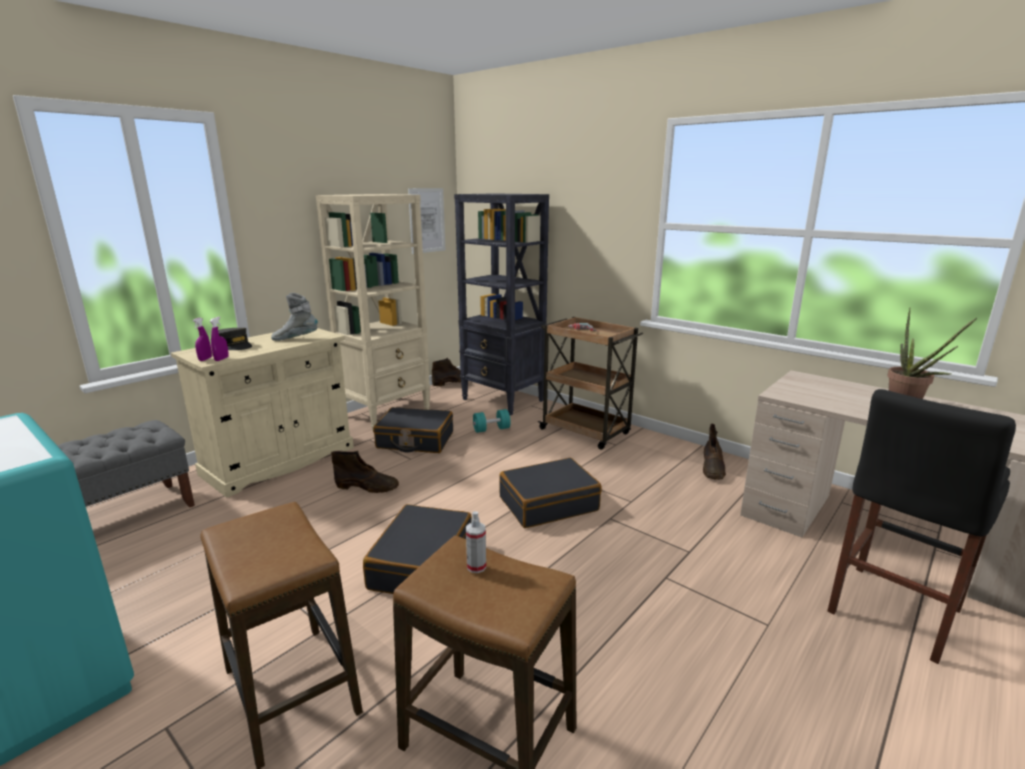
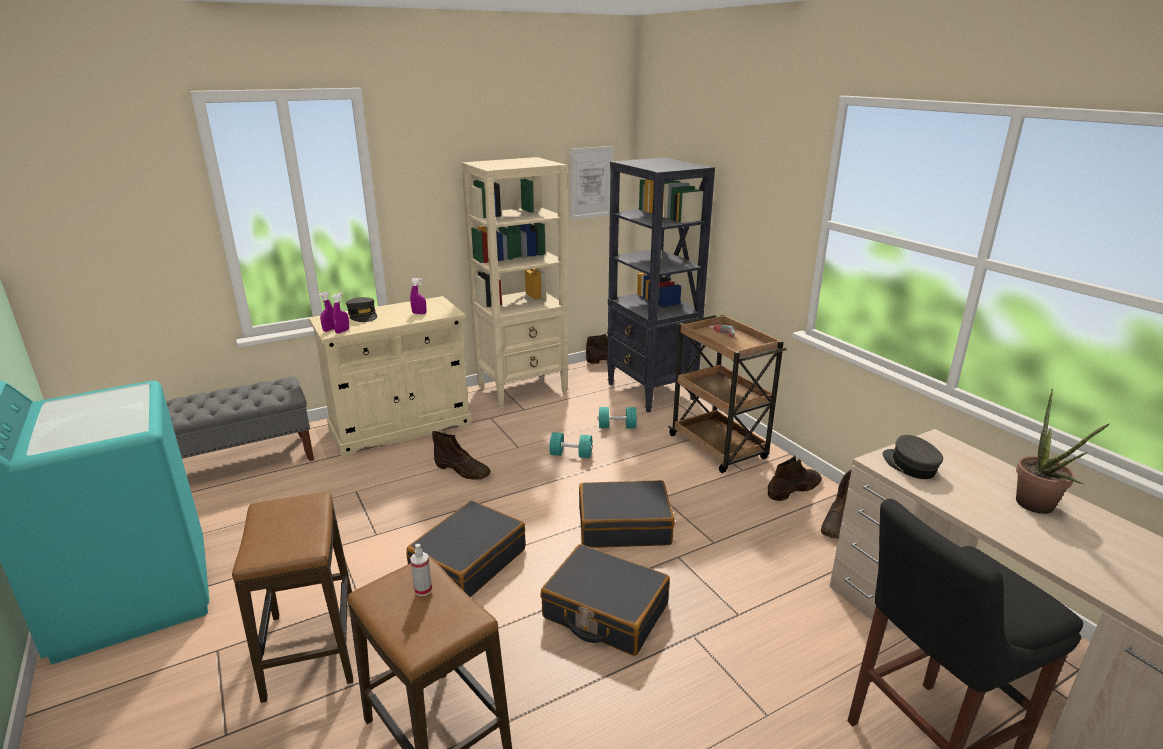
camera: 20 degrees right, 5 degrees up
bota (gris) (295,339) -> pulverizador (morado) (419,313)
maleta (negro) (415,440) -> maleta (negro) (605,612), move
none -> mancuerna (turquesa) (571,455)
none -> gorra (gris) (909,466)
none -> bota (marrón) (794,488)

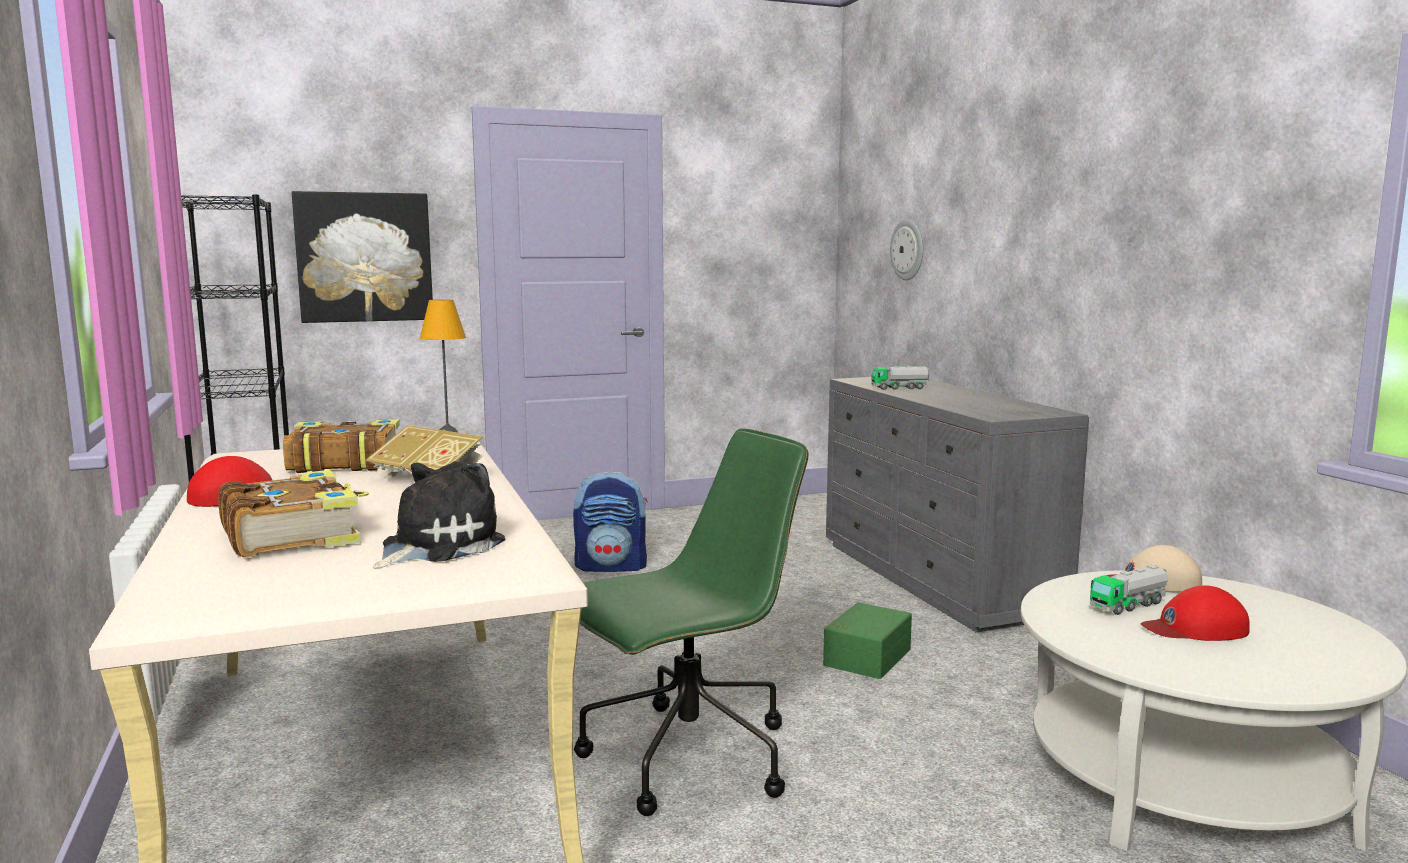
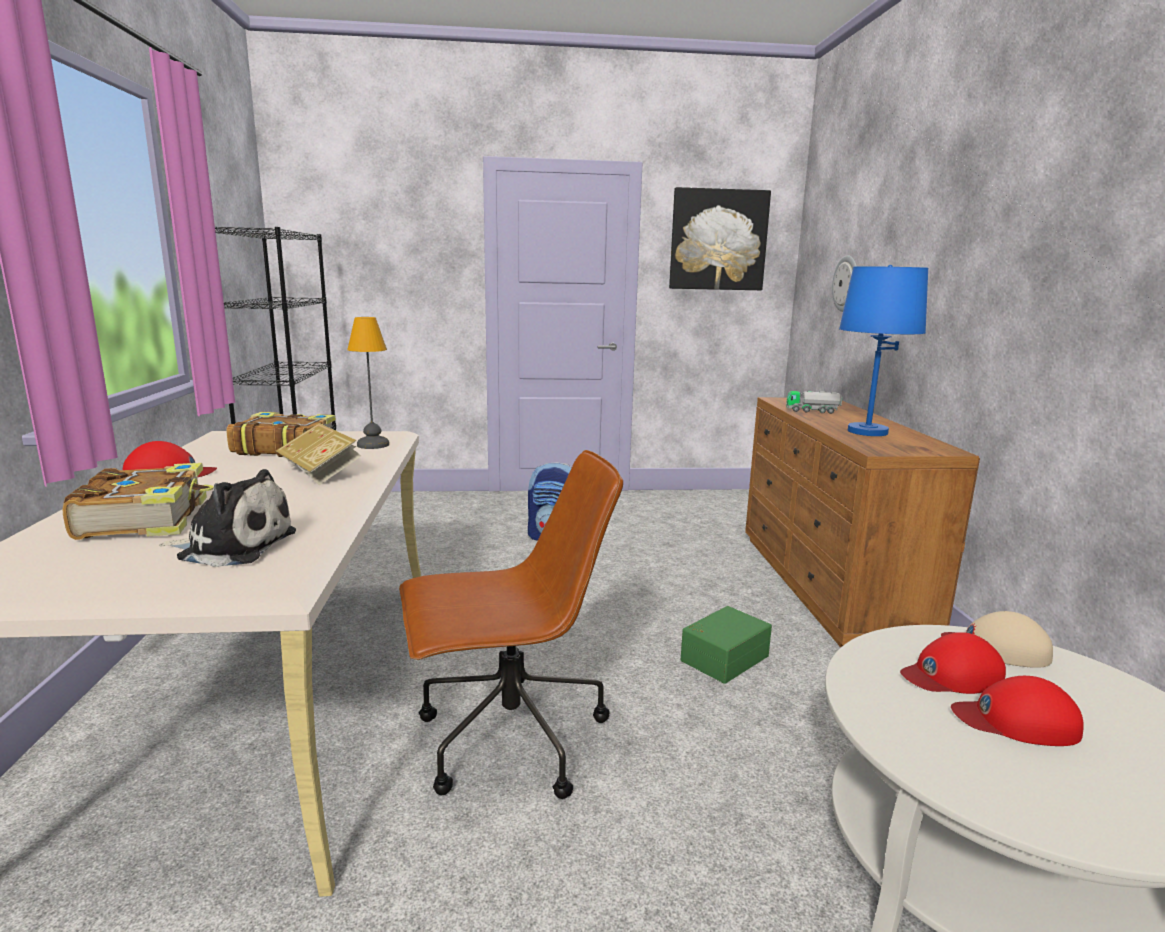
camera: 15 degrees right, 5 degrees up
cuadro (364,257) -> cuadro (718,240), move
cómoda (gris) (936,578) -> cómoda (marrón) (828,585)
silla de oficina (verde) (686,759) -> silla de oficina (marrón) (508,740)
peluche (436,546) -> peluche (233,546), 45 degrees clockwise
camión de juguete (1128,605) -> gorra (rojo) (951,675)
none -> lámpara de mesa (azul) (868,432)

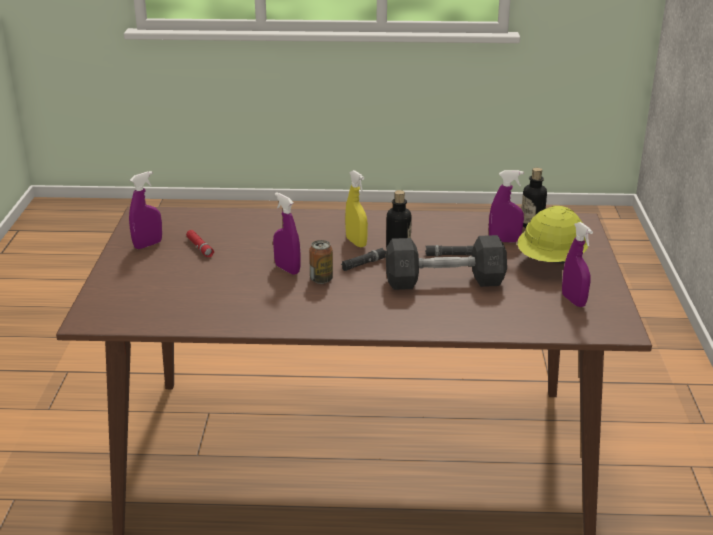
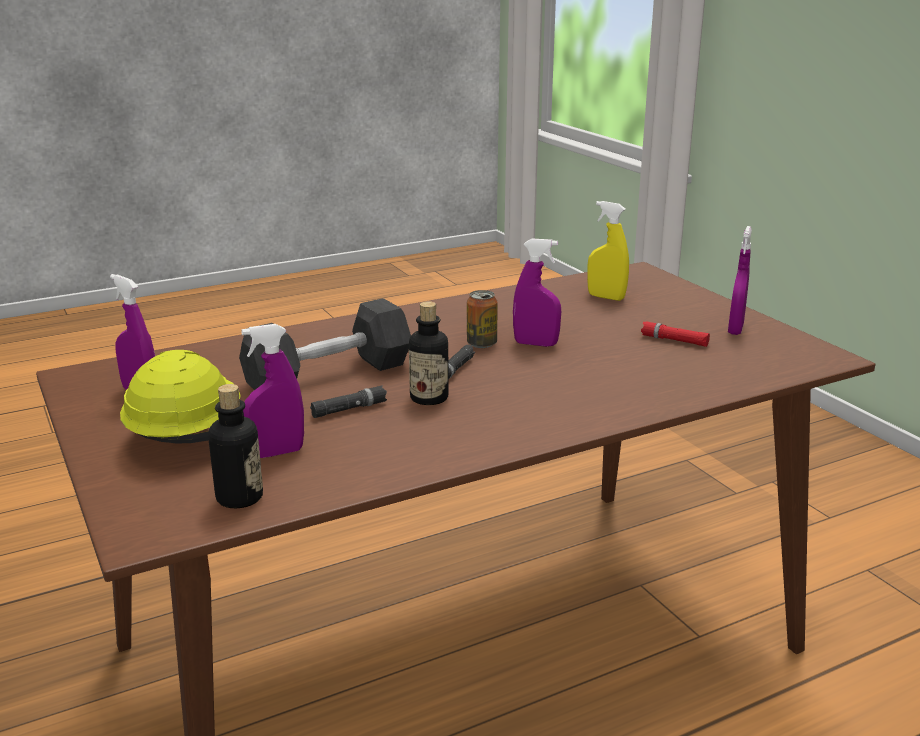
camera: 150 degrees right, 5 degrees down
pulverizador (amarillo) (356,242) -> pulverizador (amarillo) (606,297), move

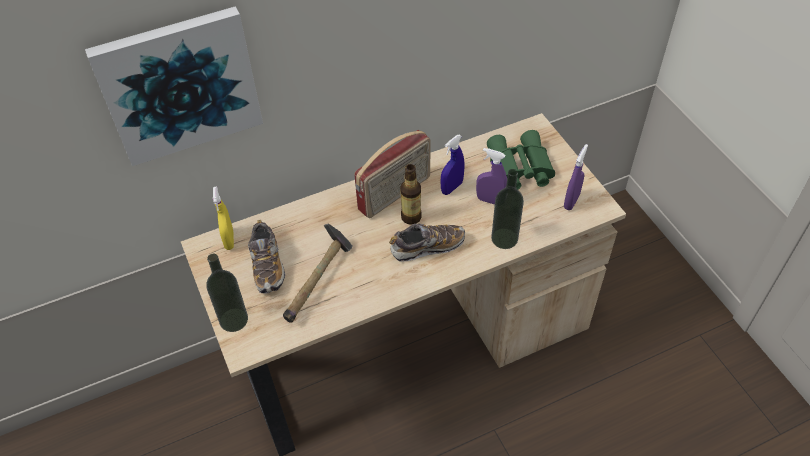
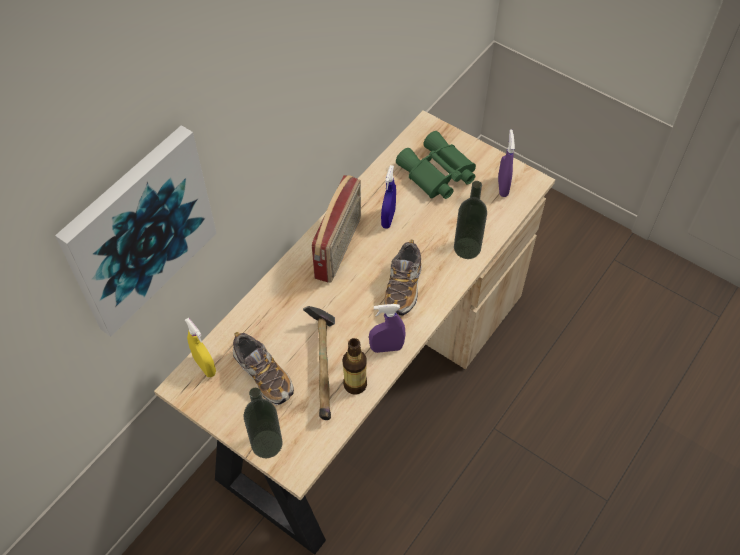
camera: 30 degrees left, 5 degrees up
pulverizador (morado) (490,200) -> pulverizador (morado) (386,348), move
botella (411,217) -> botella (355,384), move
zapato (427,247) -> zapato (403,287), 150 degrees clockwise

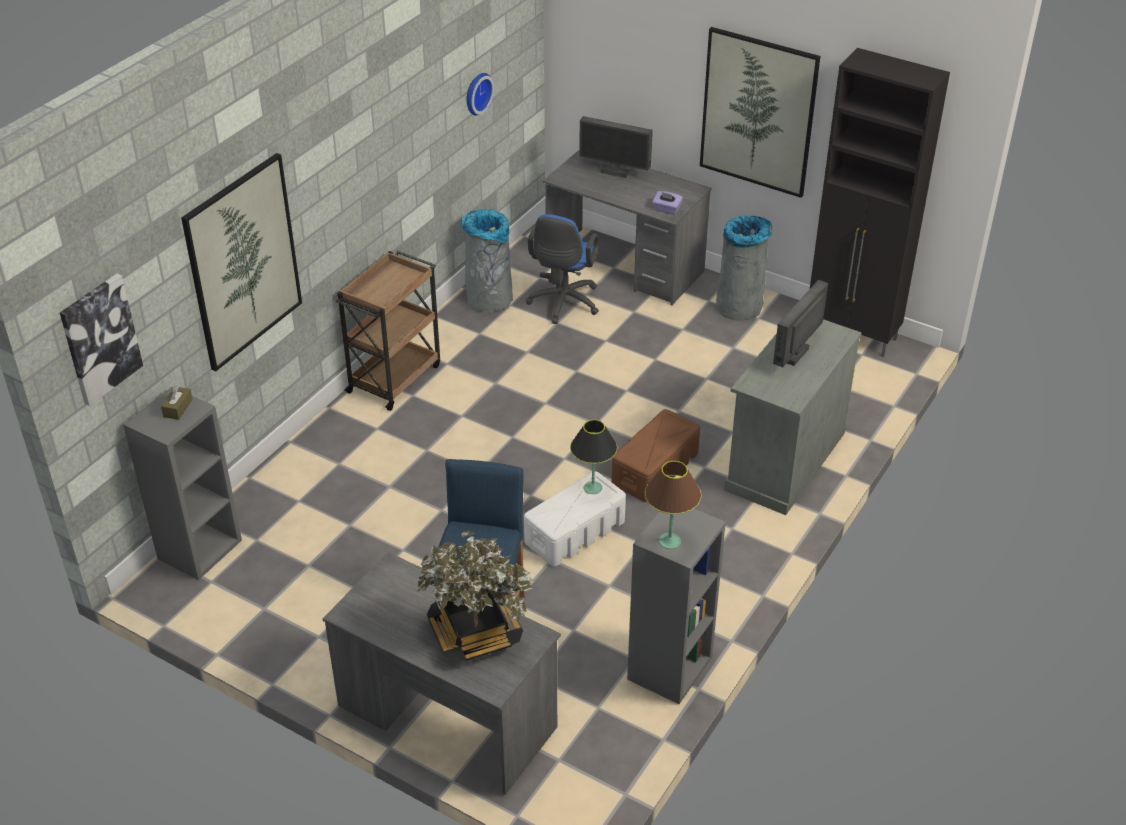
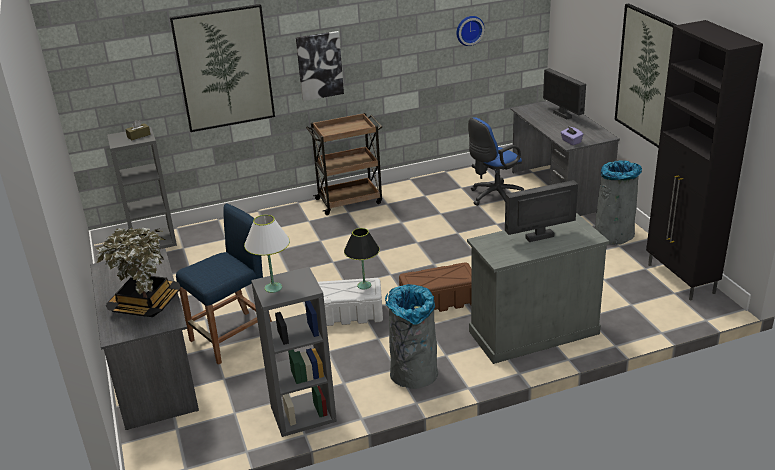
camera: 40 degrees right, 10 degrees down
papelera (gris) (488,299) -> papelera (gris) (413,374), move
cuadro (100,338) -> cuadro (319,65), move
lámpara de mesa (marrón) (670,541) -> lámpara de mesa (blanco) (273,288)

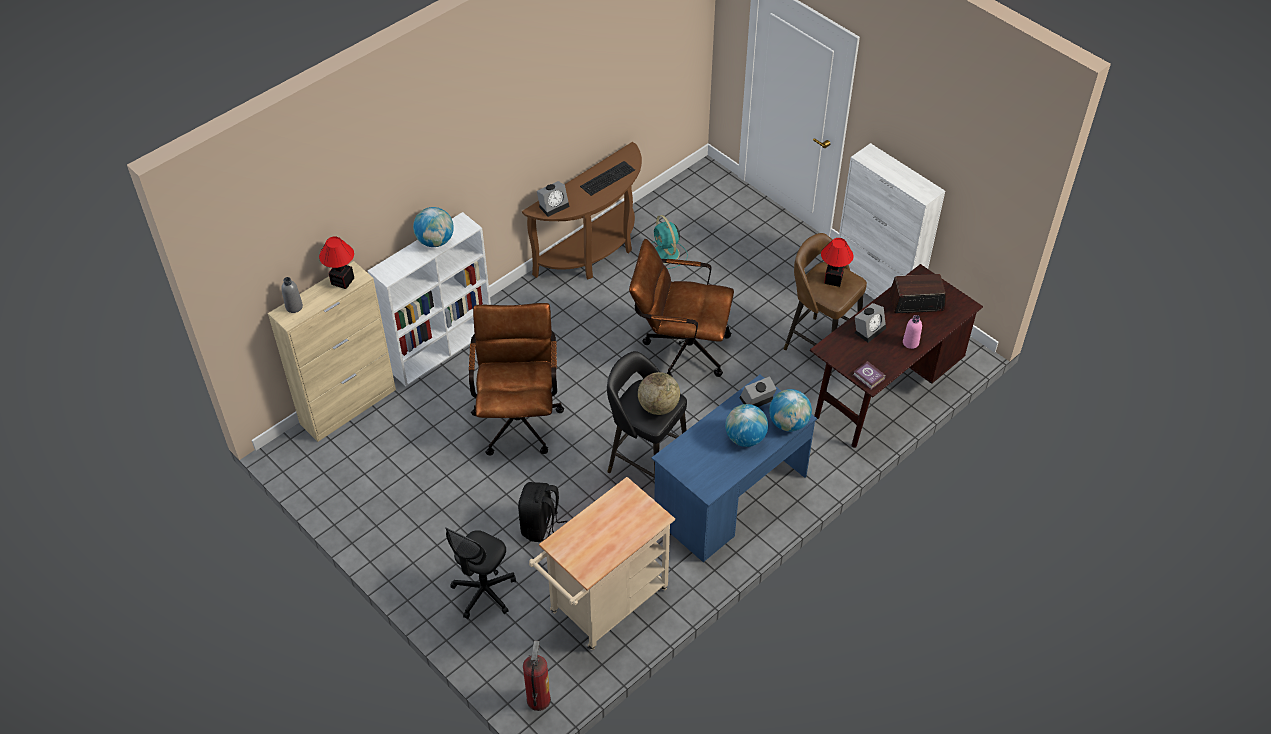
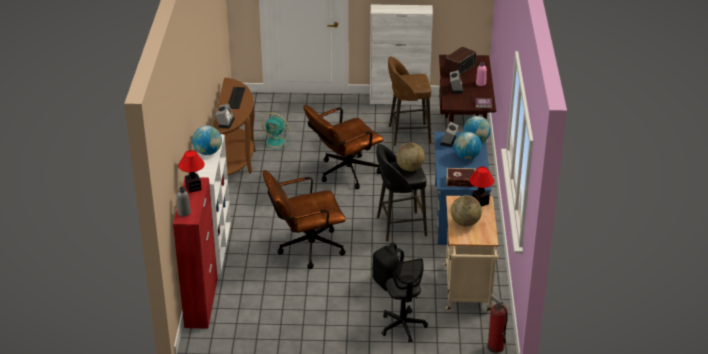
camera: 45 degrees left, 15 degrees down
lámpara de mesa (833,279) -> lámpara de mesa (480,202), move
armario (beis) (349,406) -> armario (rojo) (201,302)
silla de oficina (marrón) (518,416) -> silla de oficina (marrón) (305,248), 60 degrees counterclockwise
none -> libro (460,181)
none -> globo terráqueo (465,223)

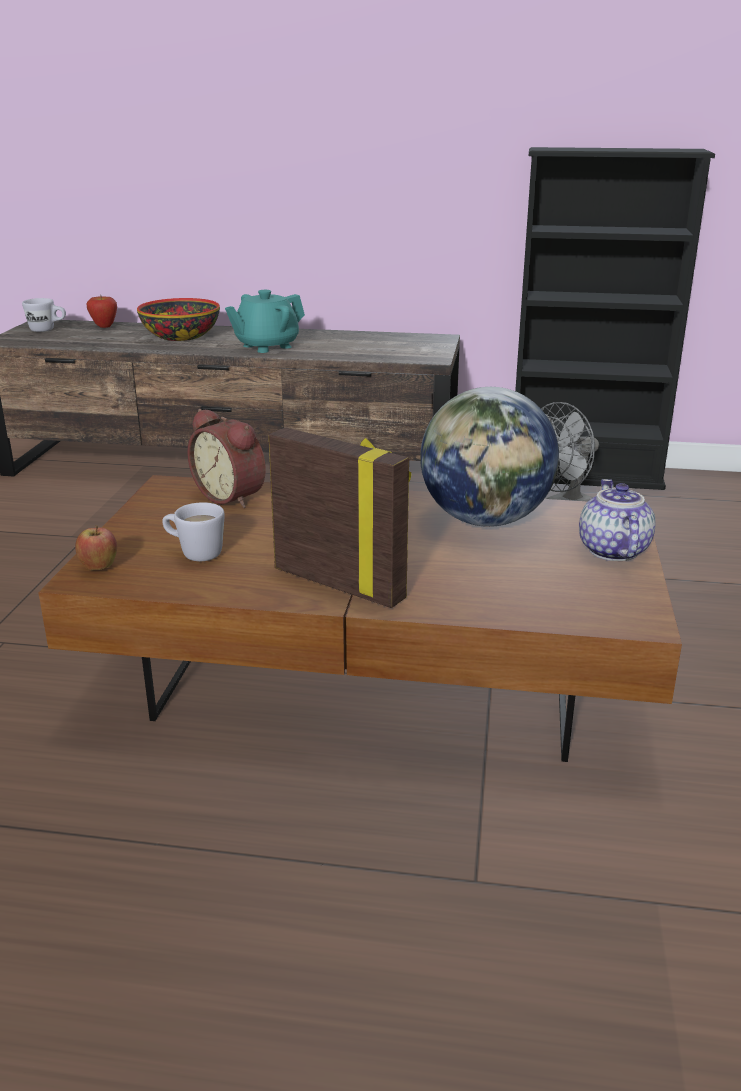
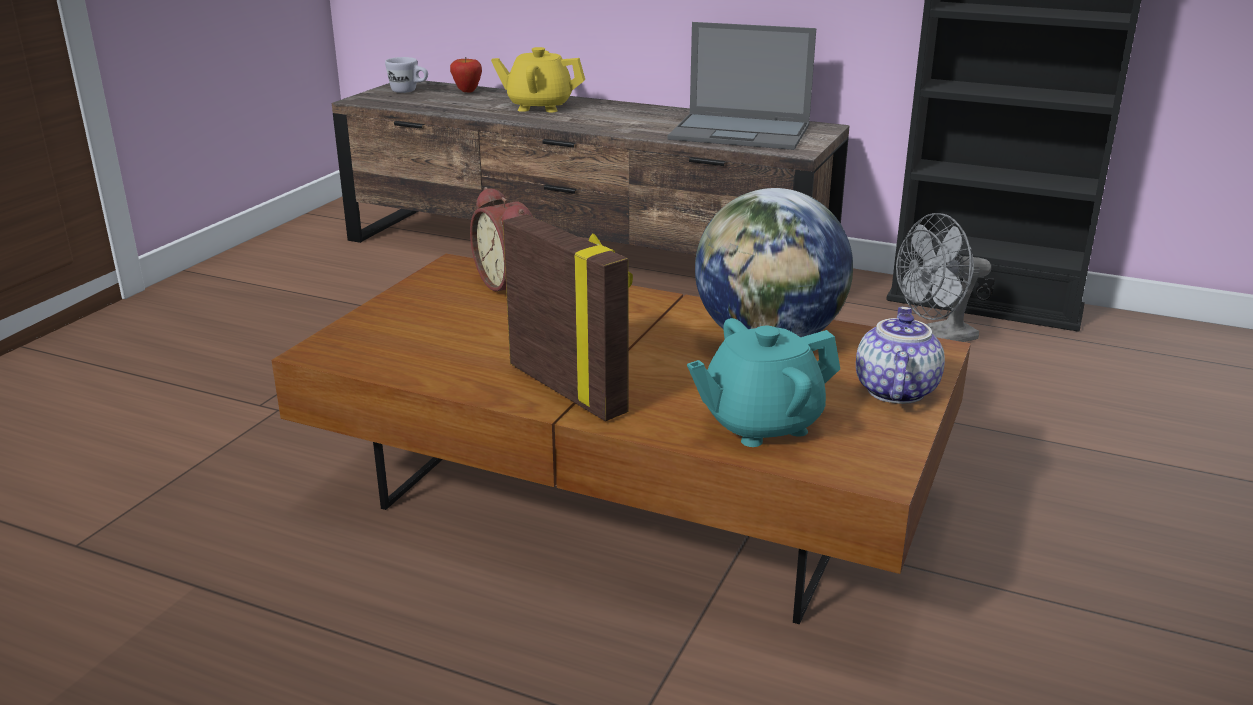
camera: 15 degrees right, 0 degrees up
tetera (turquesa) (266,346) -> tetera (turquesa) (760,424), move
cuenco (181,336) -> tetera (amarillo) (539,107)
taza grande (blanco) (194,553) -> none
manzana (99,568) -> none
none -> portátil (742,132)

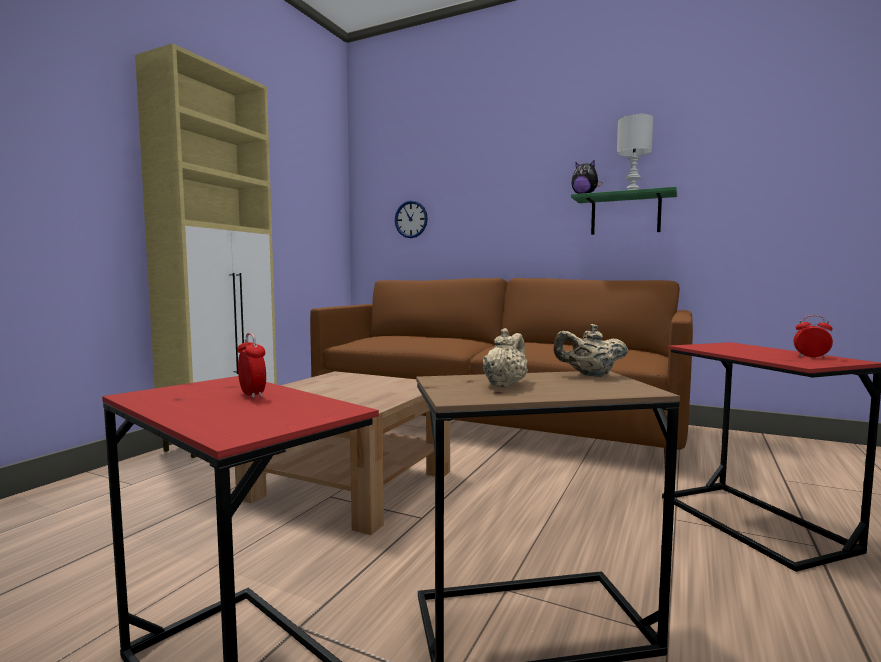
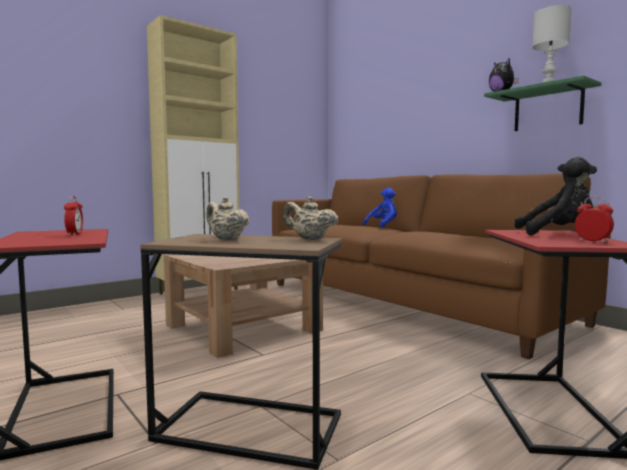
camera: 25 degrees right, 0 degrees up
reloj de pared (411,219) -> none
tetera (beis) (505,385) -> tetera (beis) (226,239), 105 degrees counterclockwise
none -> peluche (negro) (558,233)
none -> peluche (azul) (383,226)

